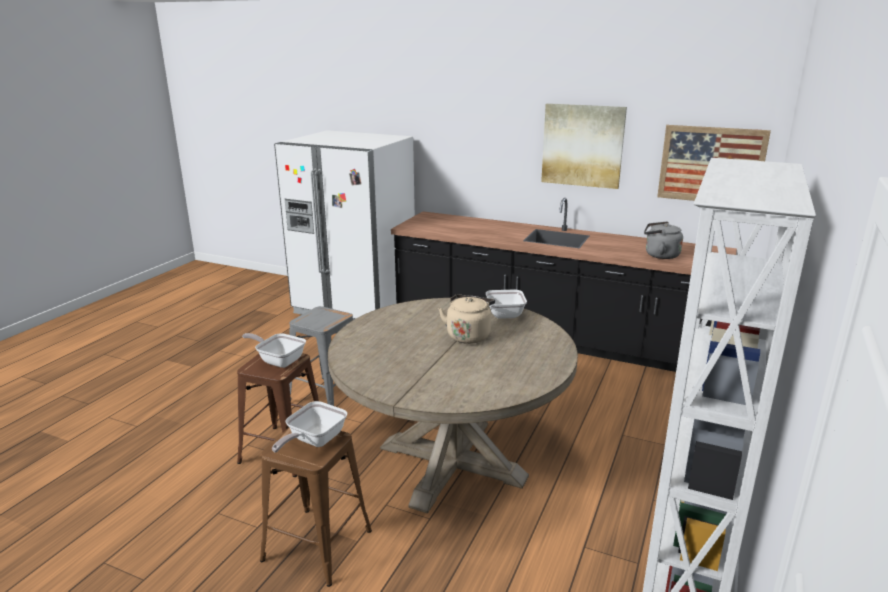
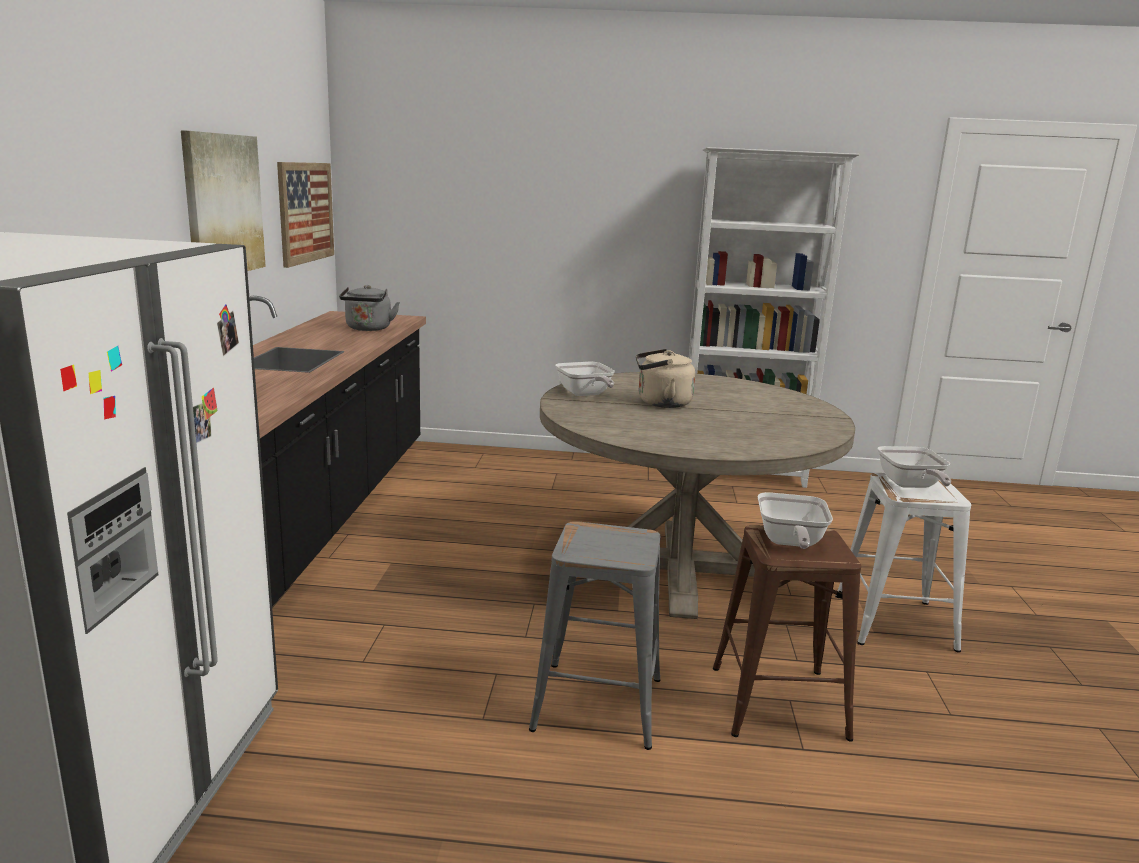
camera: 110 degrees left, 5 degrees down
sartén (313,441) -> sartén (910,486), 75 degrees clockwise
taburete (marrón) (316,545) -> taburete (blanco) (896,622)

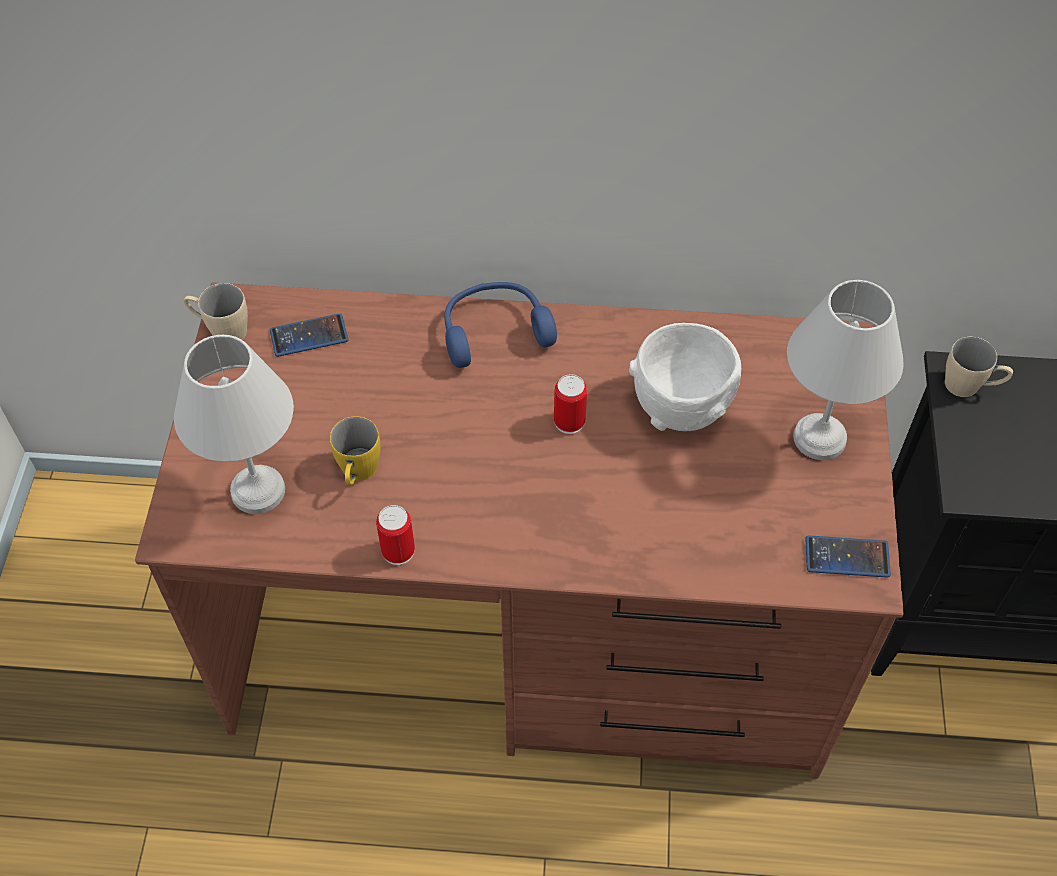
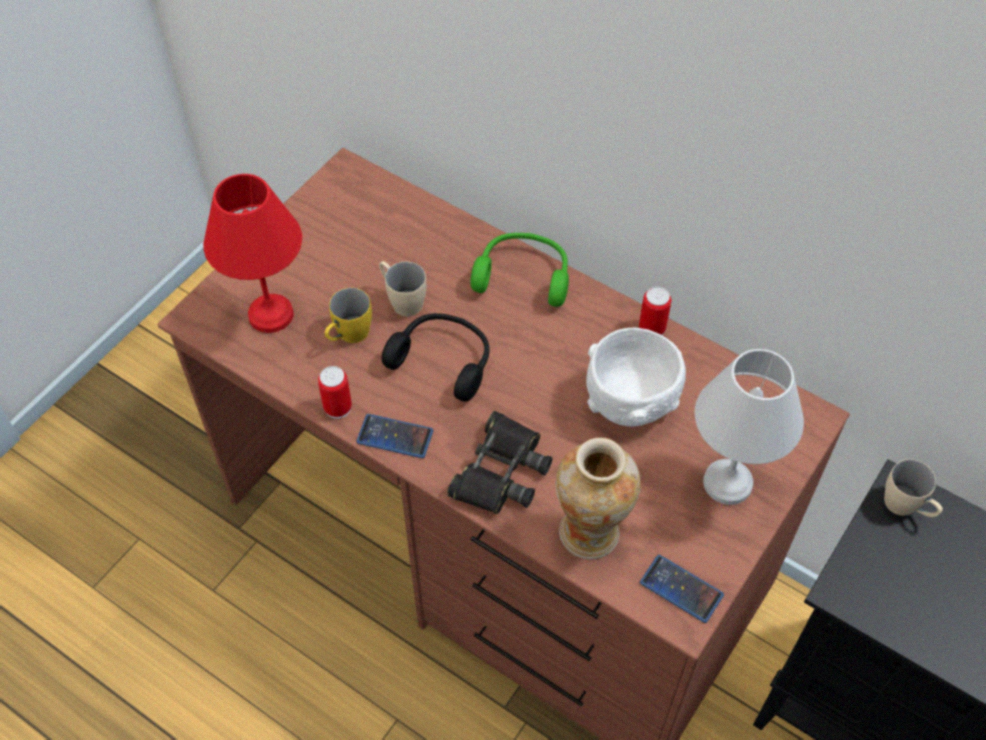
camera: 30 degrees right, 0 degrees up
auriculares (azul) (494,331) -> auriculares (verde) (523,275)
taza grande (beis) (221,330) -> taza grande (beis) (402,300), move
móvil (309,336) -> móvil (395,436), move
lámpara de mesa (blanco) (257,488) -> lámpara de mesa (rojo) (272,313)
lata (569,422) -> lata (652,328), move
none -> auriculares (negro) (443,360)
none -> prismáticos (negro) (501,471)
none -> florero (590,533)

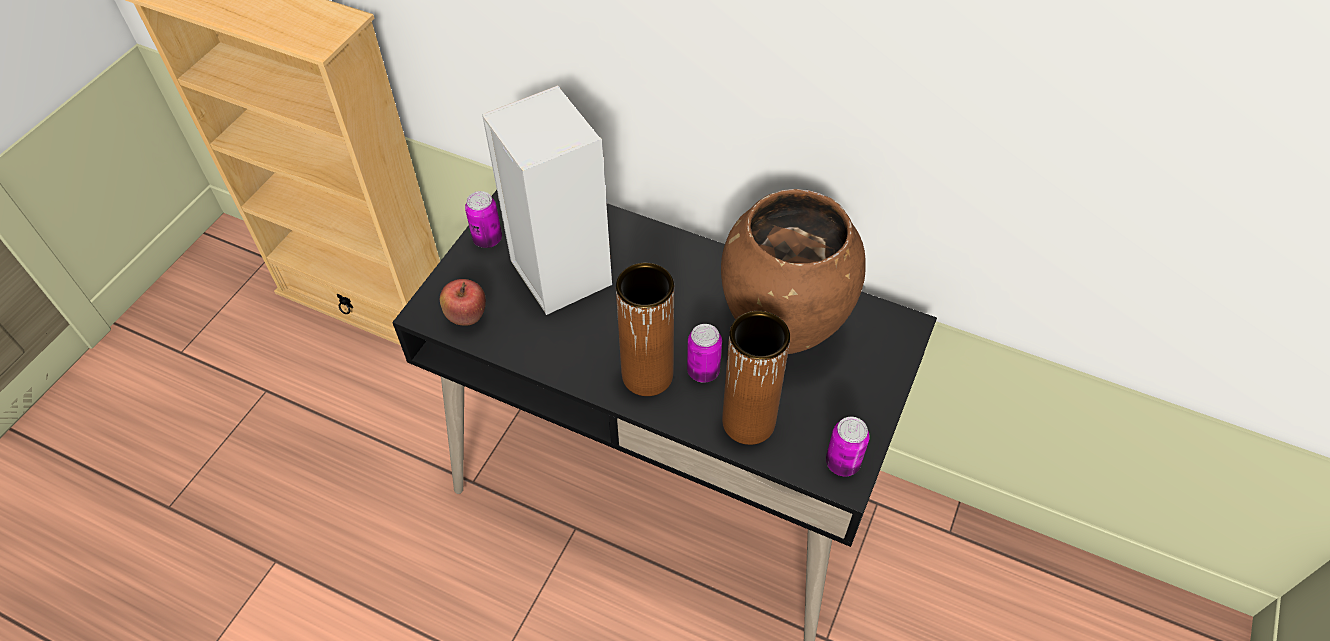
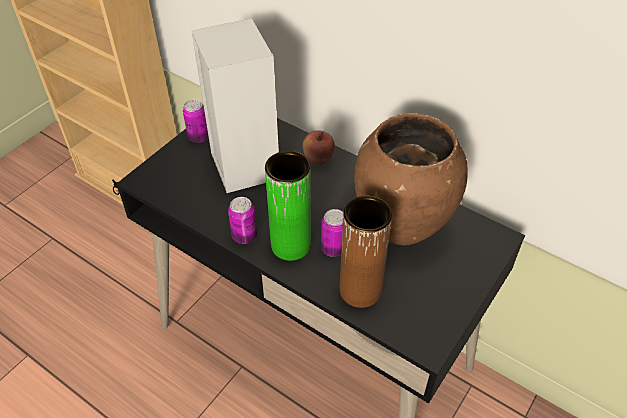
camera: 10 degrees right, 5 degrees down
florero (marrón) (647,375) -> florero (verde) (290,245)
manzana (466,317) -> manzana (318,160), move
lata (842,463) -> lata (244,236), move

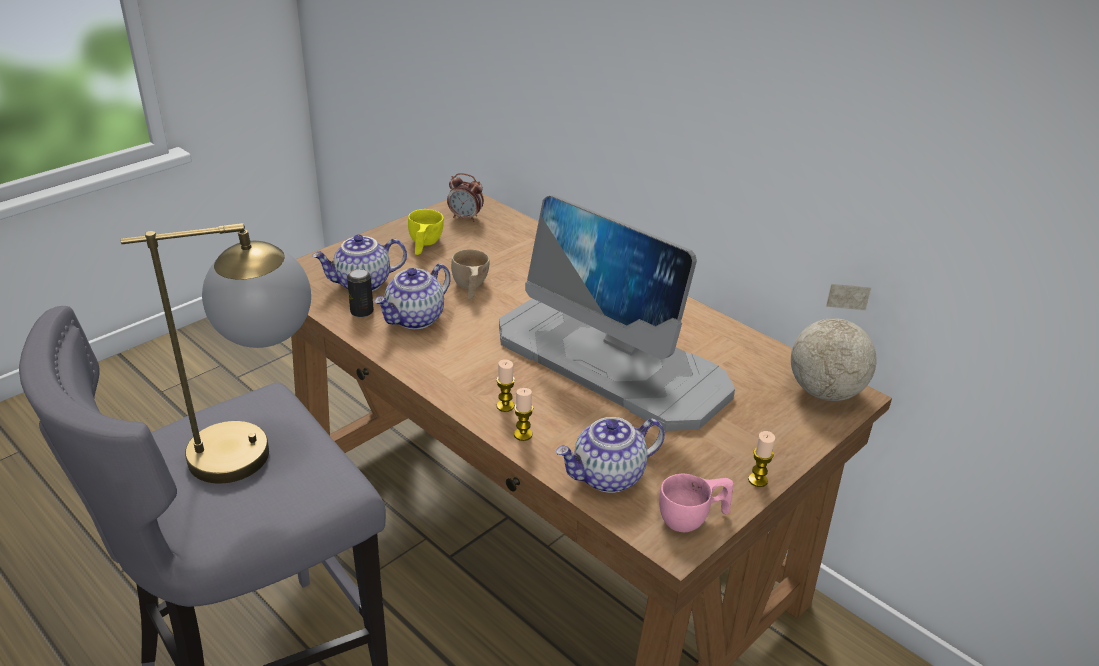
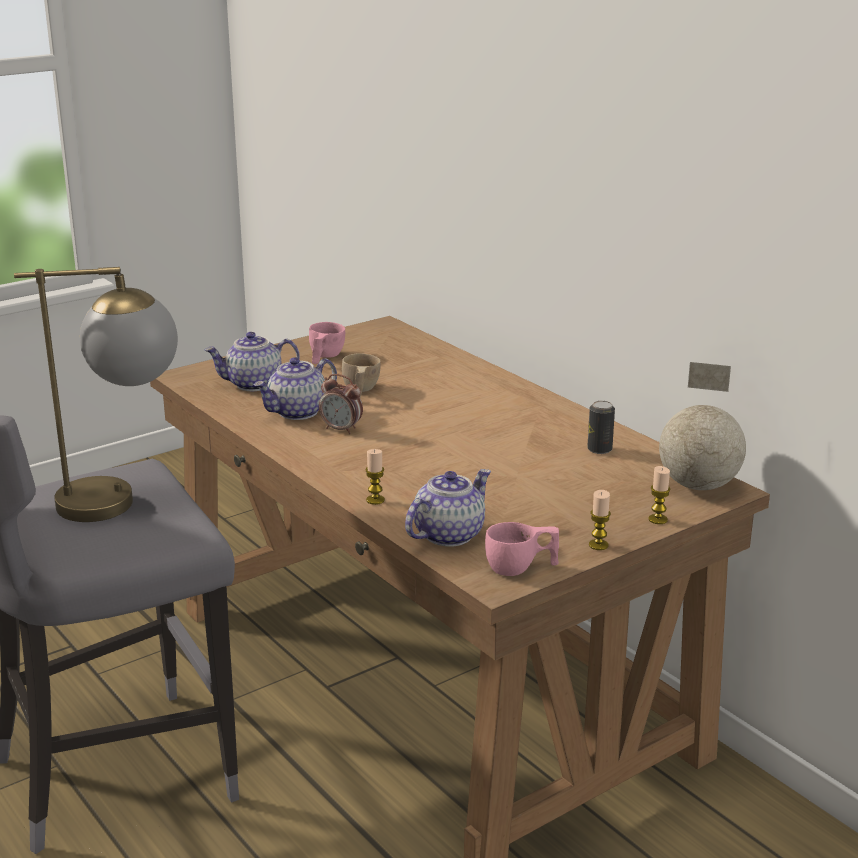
camera: 10 degrees right, 10 degrees down
despertador (466,218) -> despertador (341,429), move
monitor (612,362) -> none
taza (amarillo) (424,245) -> taza (rosa) (324,357)
lata (362,312) -> lata (599,449), move
vela (505,406) -> vela (658,519), move
tetera (608,477) -> tetera (448,534), 150 degrees clockwise

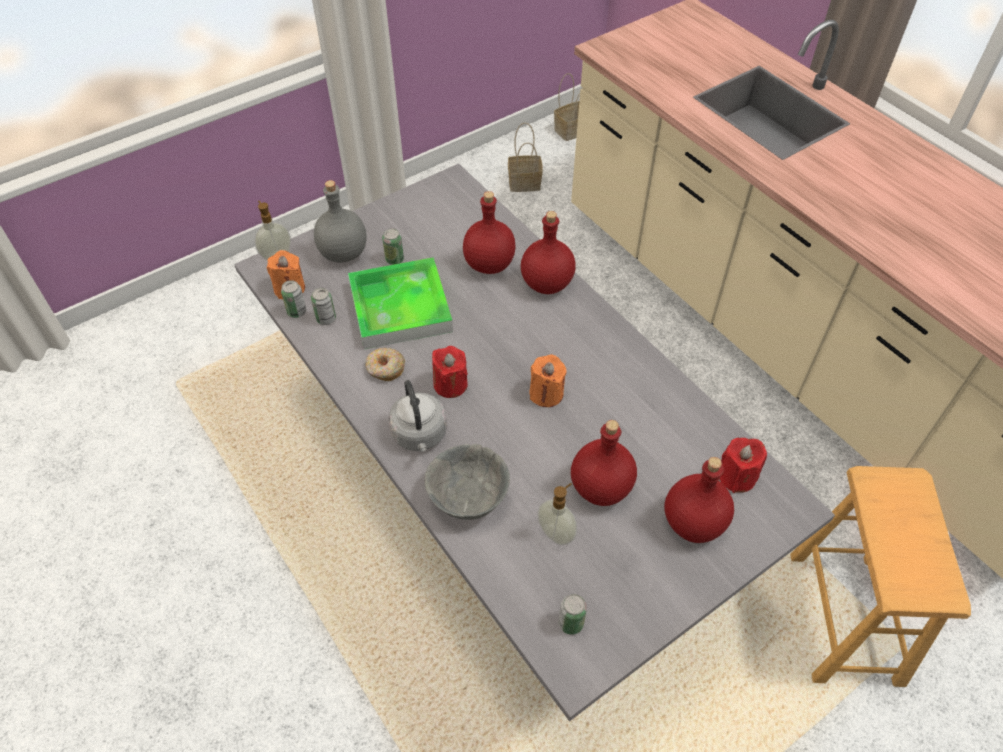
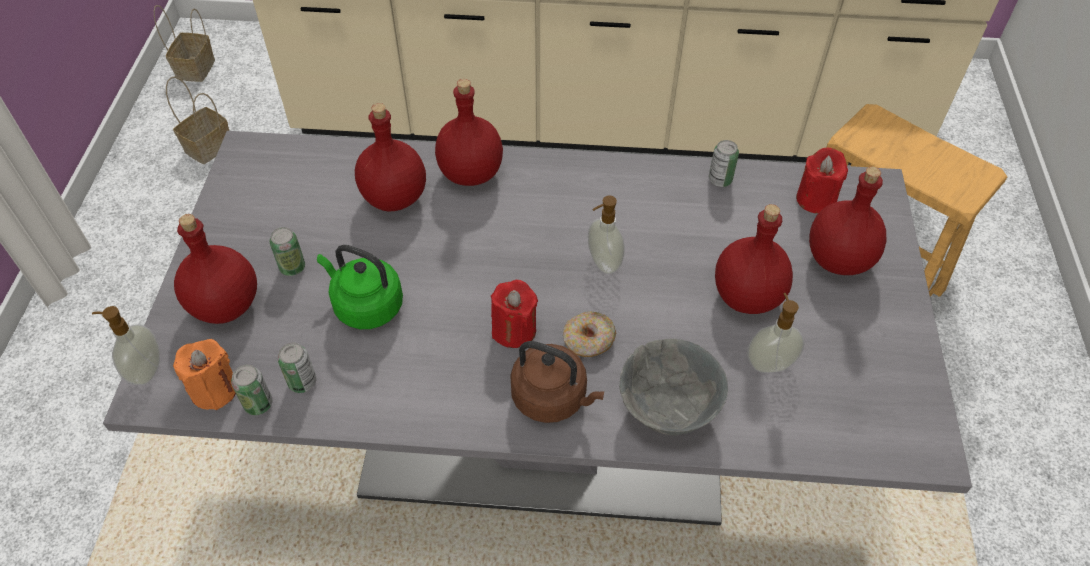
camera: 50 degrees left, 0 degrees up
botella (gris) (343,254) -> botella (rojo) (226,306)
bandeja (400,308) -> hervidor (verde) (365,306)
rosquilla (385,368) -> rosquilla (588,340), move
vela (naranja) (546,393) -> dispensador de jabón (602,263)
hervidor (gris) (420,435) -> hervidor (marrón) (553,398)
lata (571,623) -> lata (720,180), move

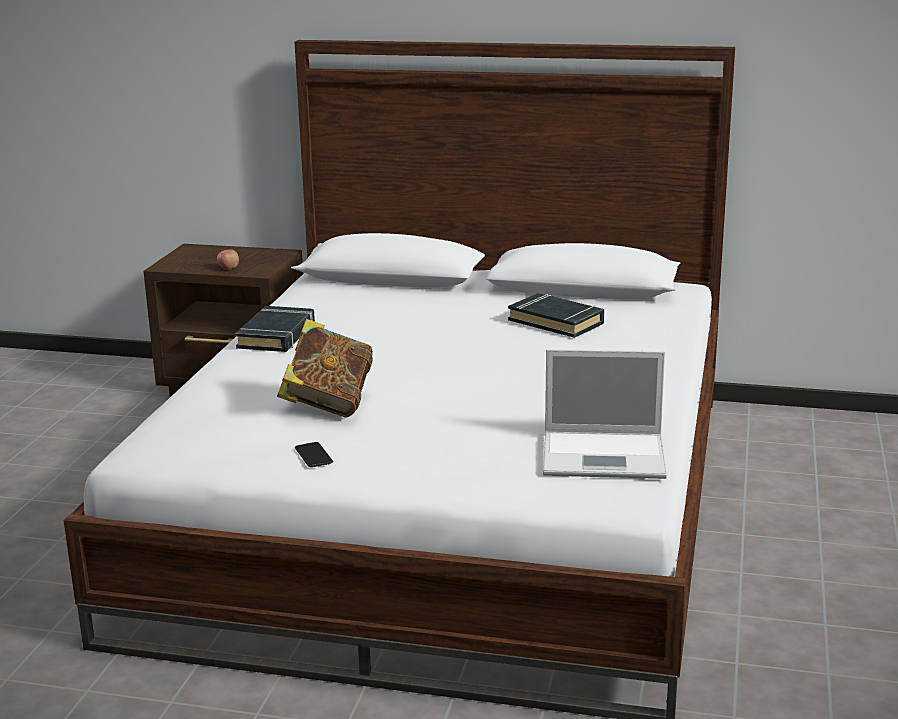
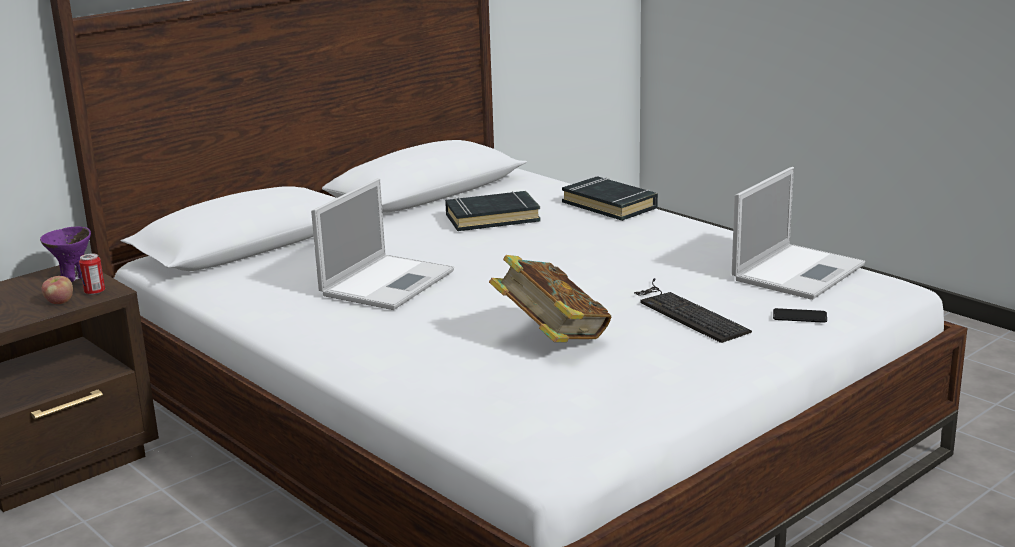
camera: 55 degrees left, 0 degrees up
libro (negro) (277,336) -> libro (negro) (610,205), move
móvil (313,455) -> móvil (799,316), move
none -> portátil (388,282)
none -> cuenco (morado) (73,277)
none -> lata (95,292)
none -> teclado (685,312)

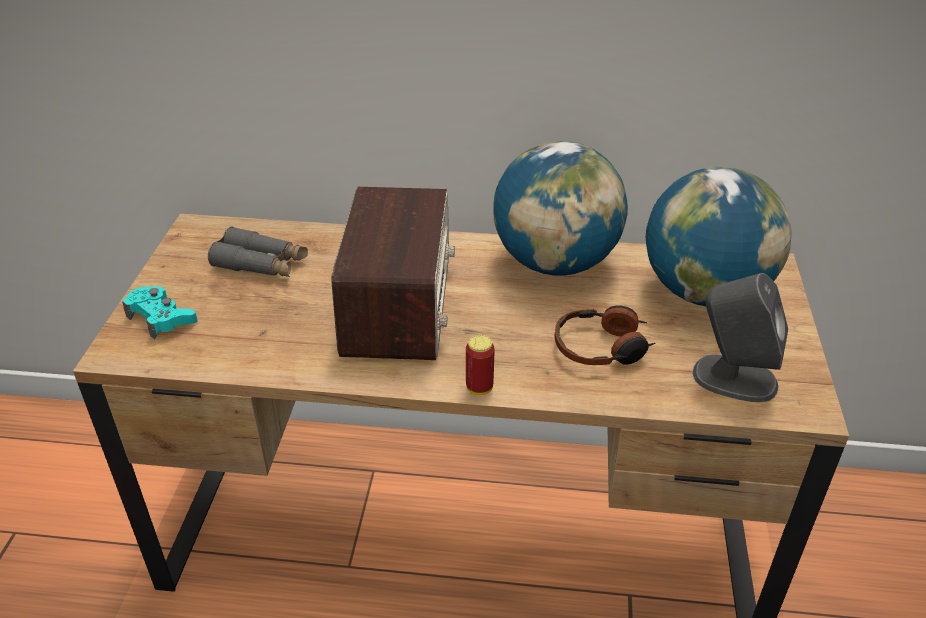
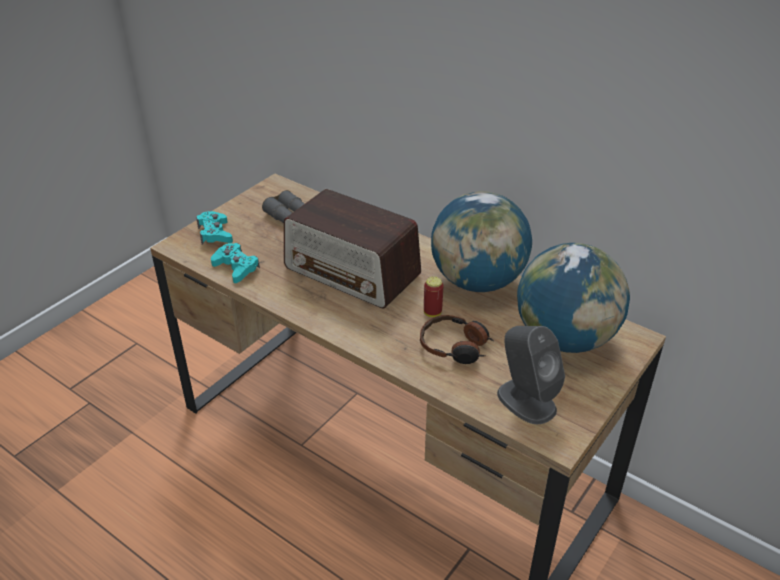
camera: 30 degrees right, 0 degrees up
radio (398,303) -> radio (352,272), 90 degrees clockwise
lata (479,388) -> lata (432,313), move
none -> mando de consola (turquesa) (236,267)

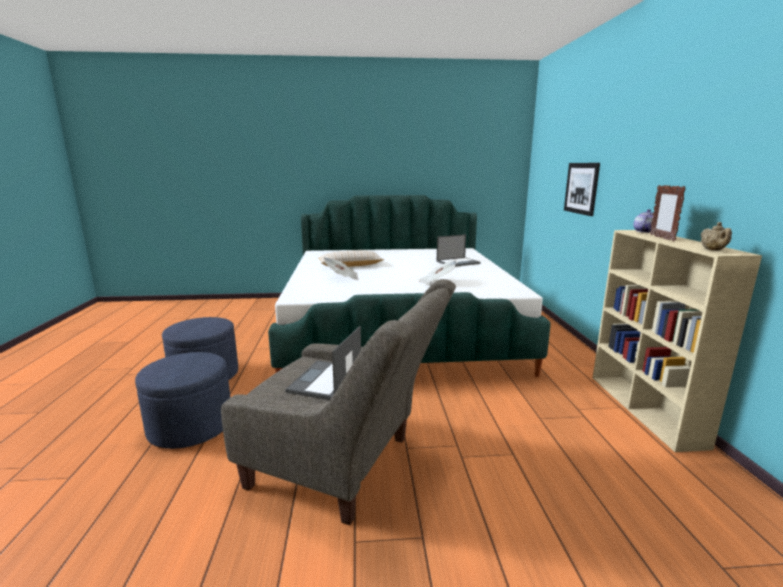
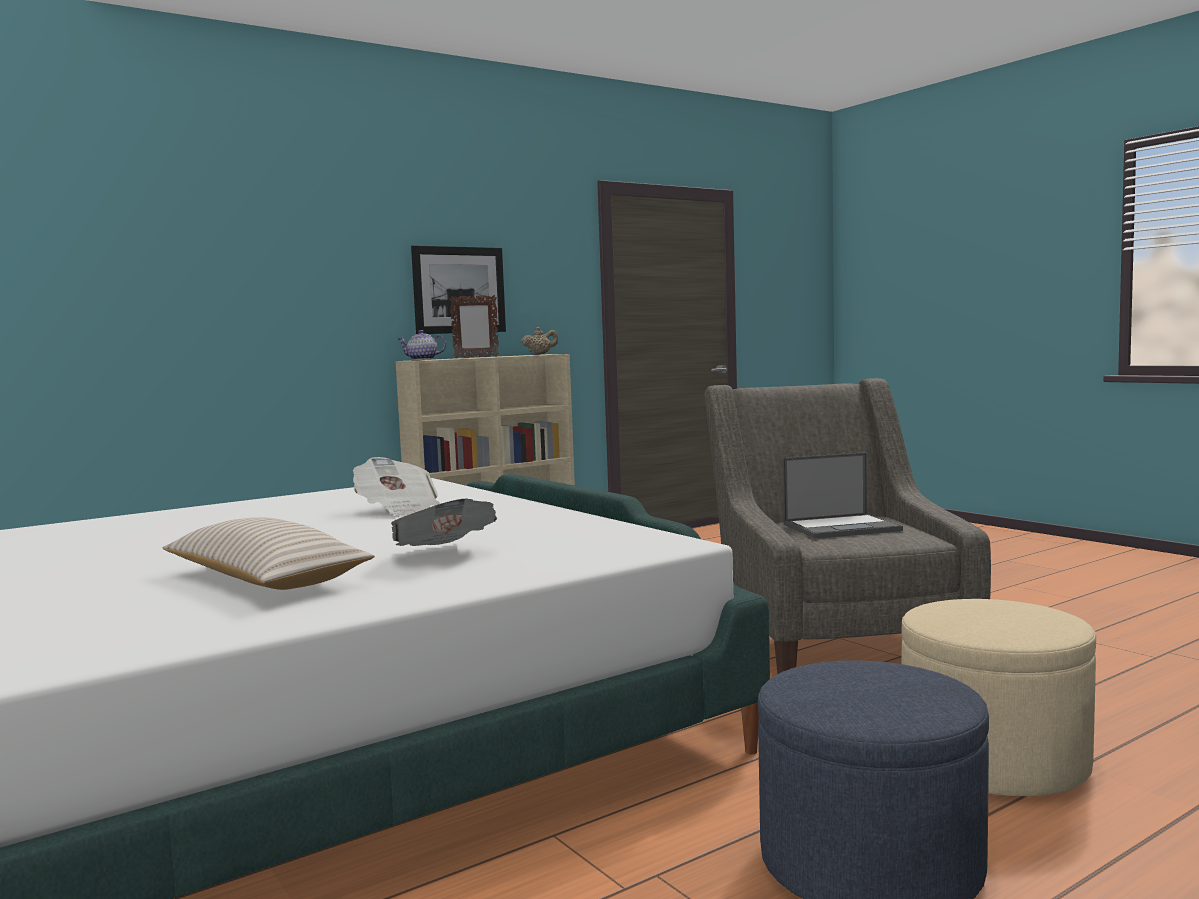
camera: 120 degrees left, 10 degrees down
cuadro (581,188) -> cuadro (459,290), move
portátil (458,262) -> none
puf (azul) (191,426) -> puf (beis) (993,760)

